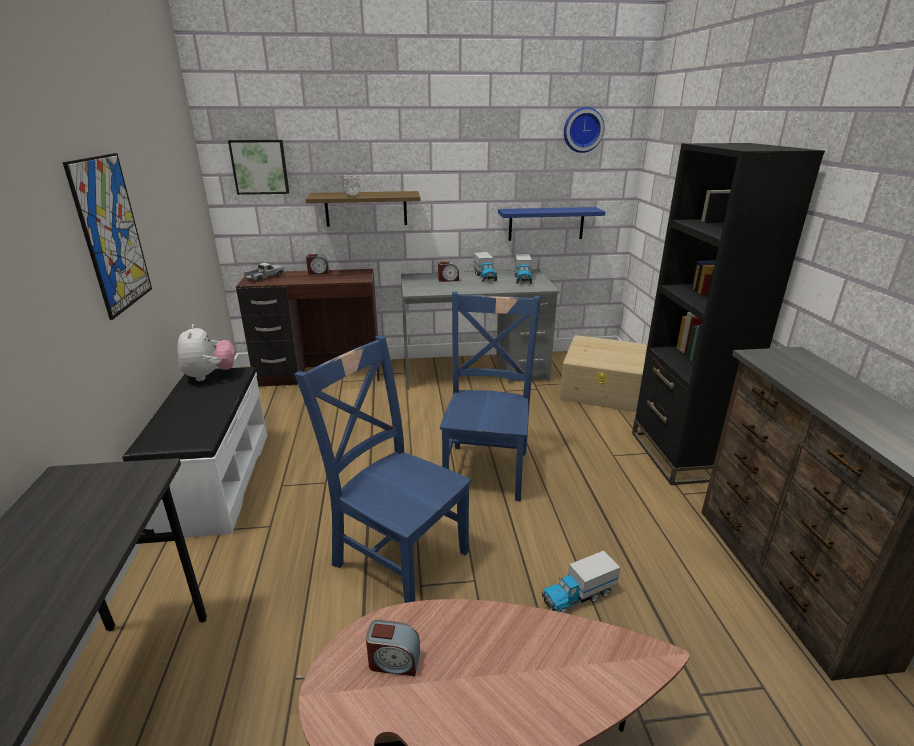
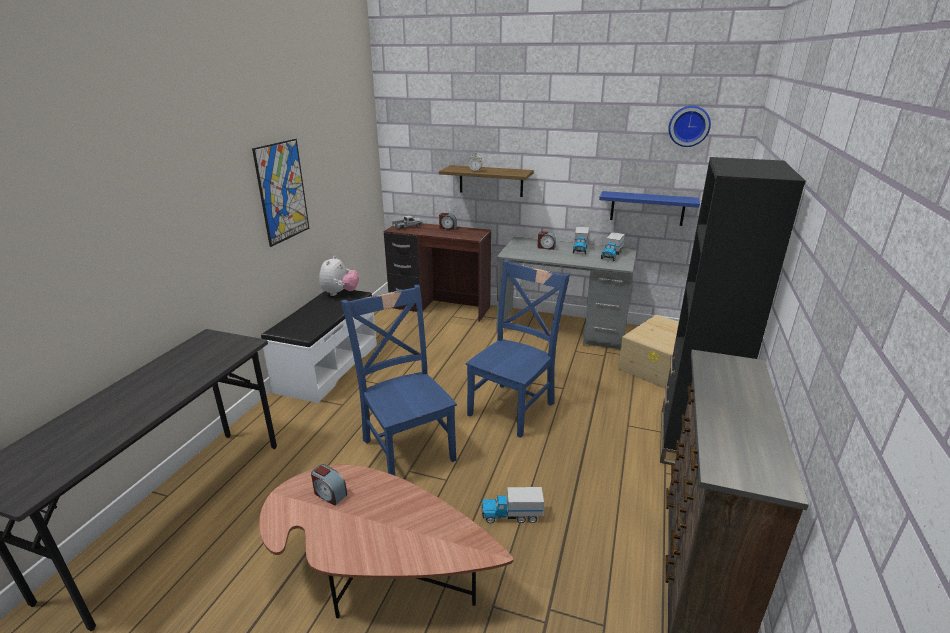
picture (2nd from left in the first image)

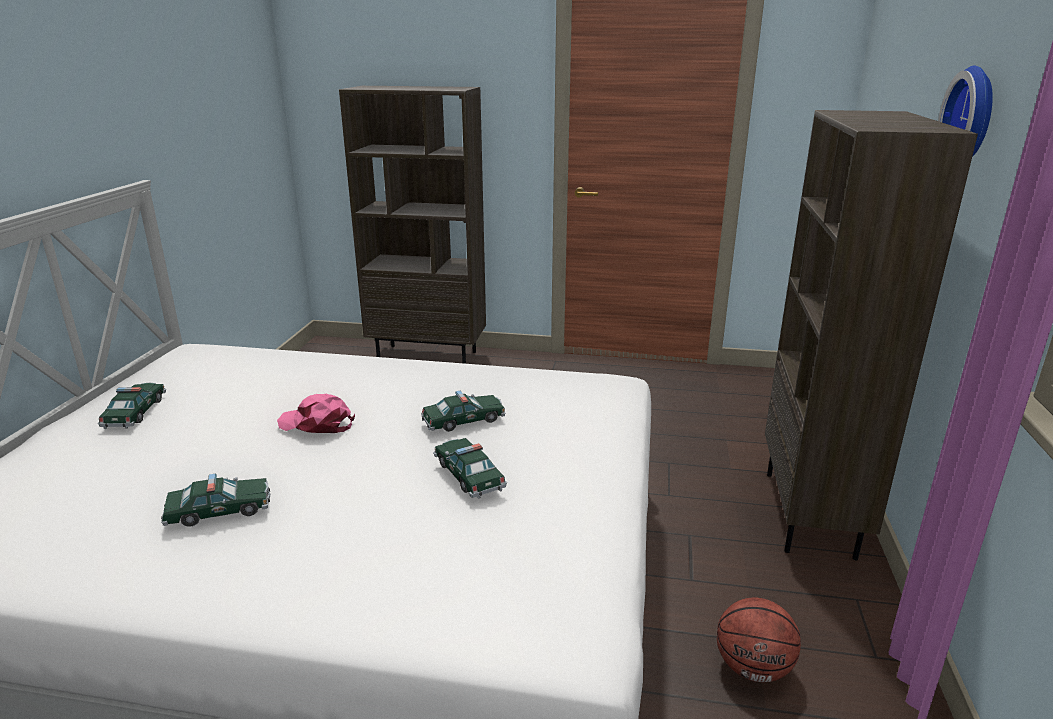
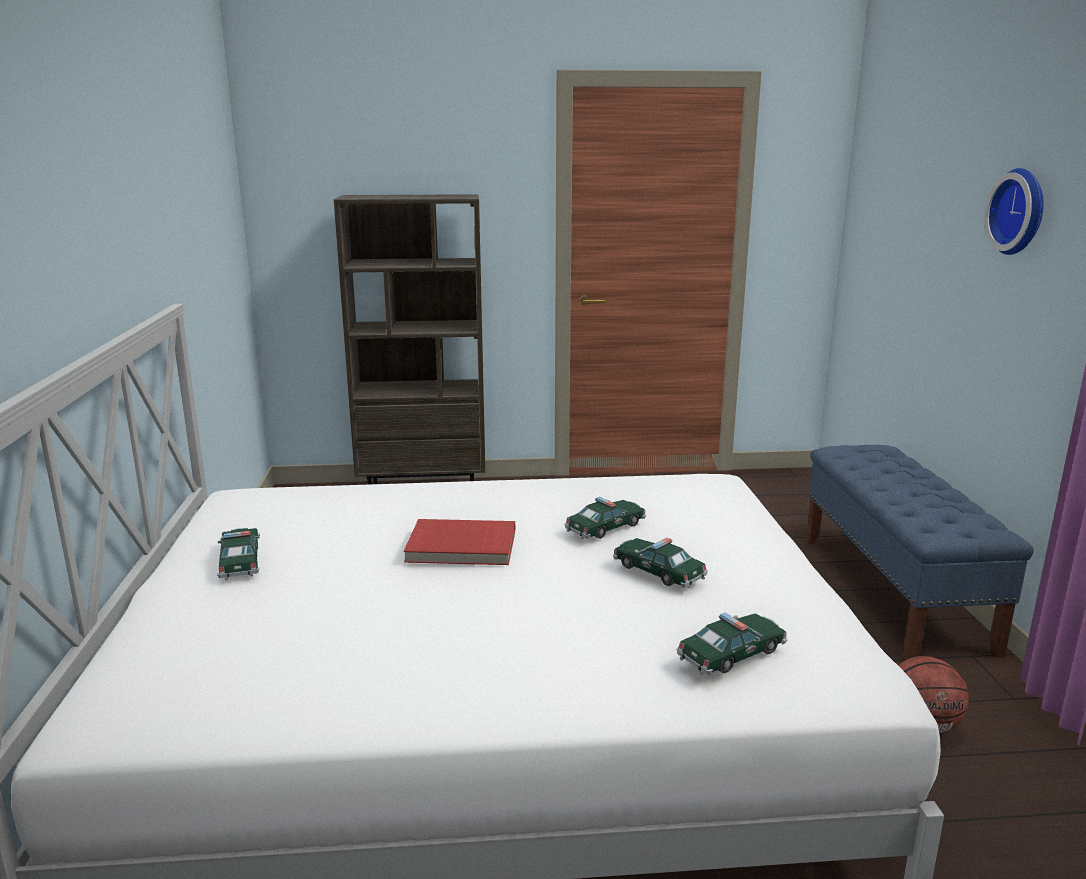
toy car (4th from left); red book; blue bench

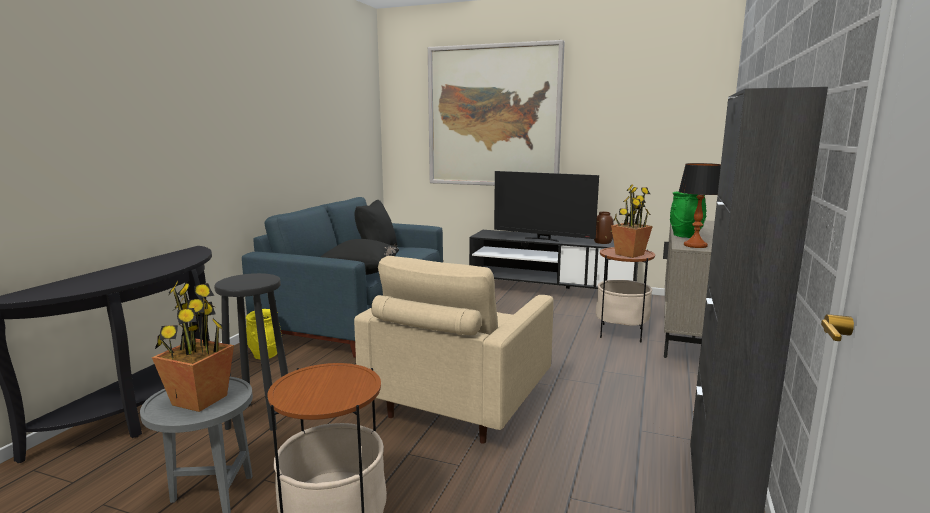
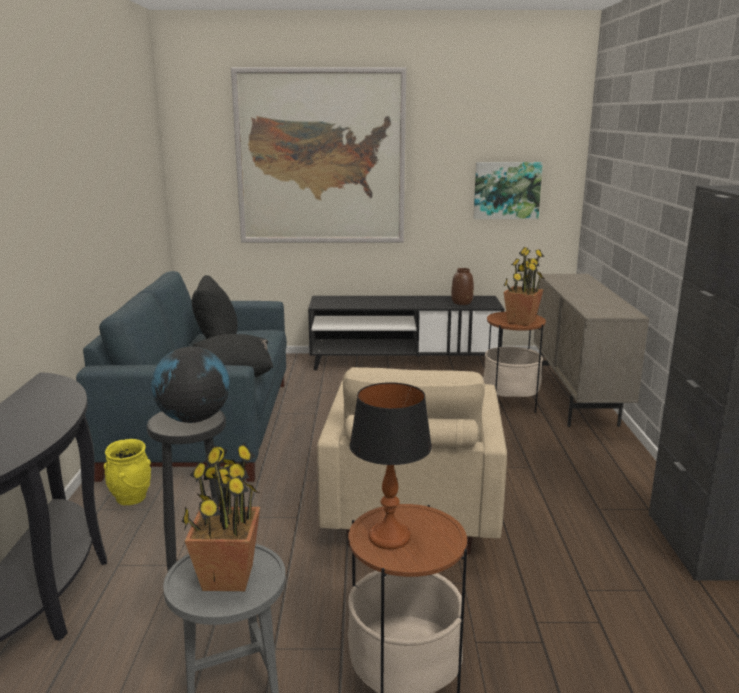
television; green vase; table lamp; globe; picture (2nd from left)

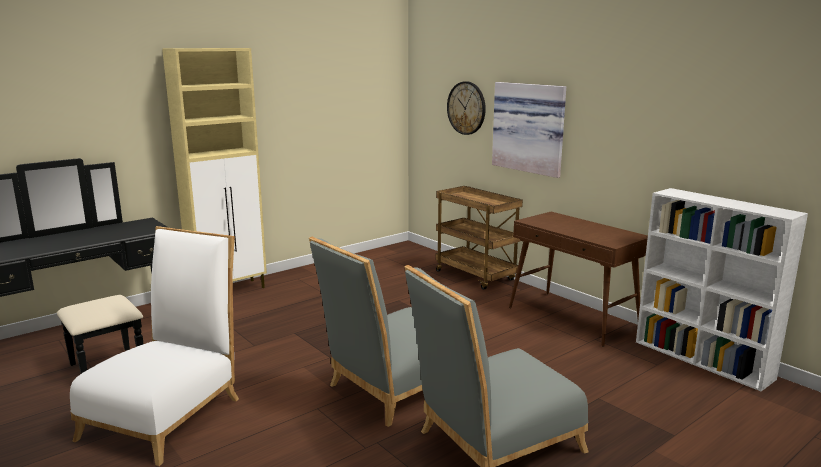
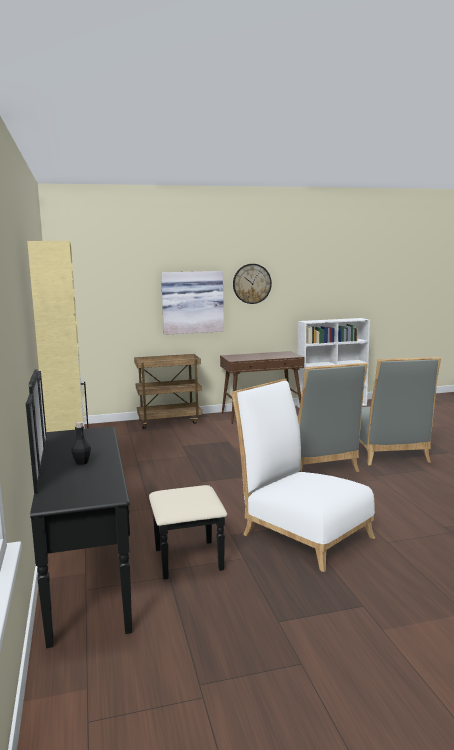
wall clock; black bottle

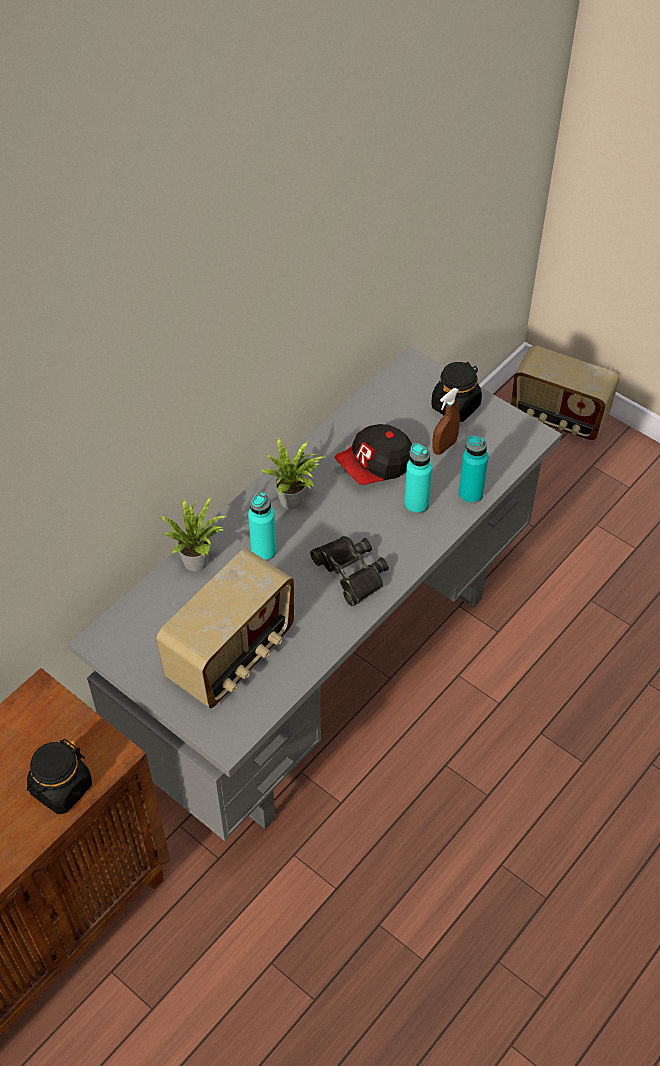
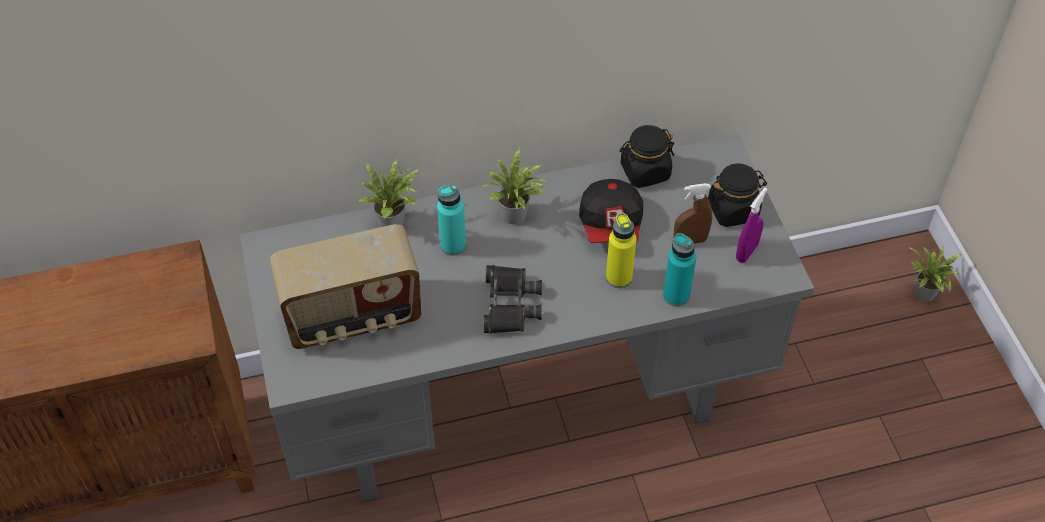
black jar (1st from left); cap; yellow bottle; potted plant (3rd from left); purple spray bottle

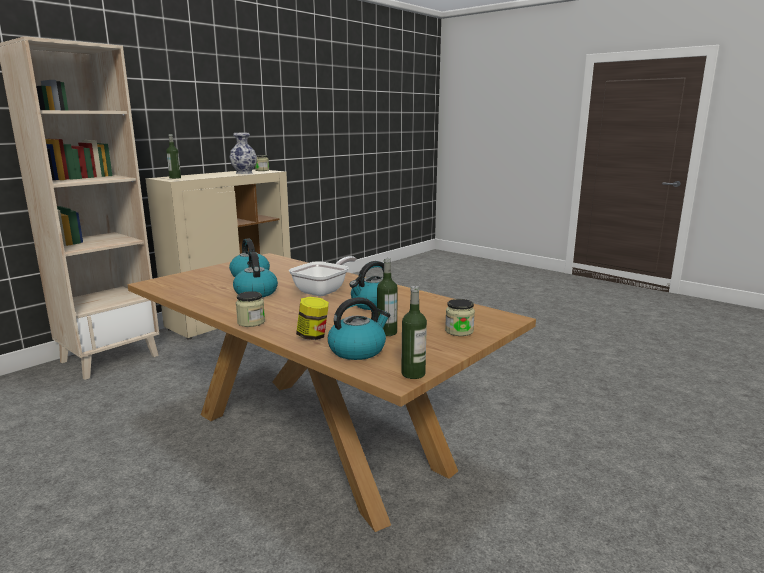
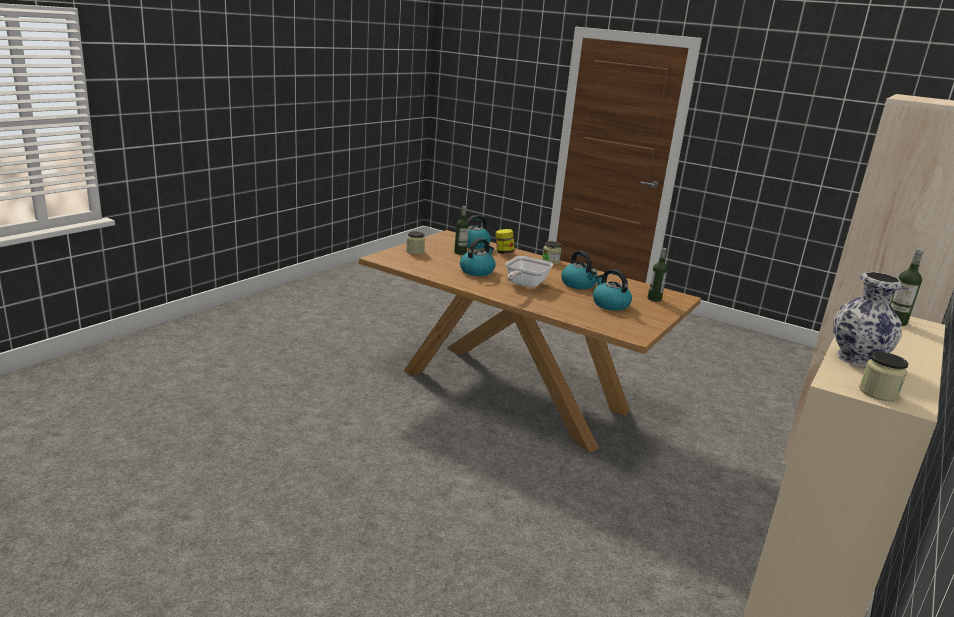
bottle (2nd from left)

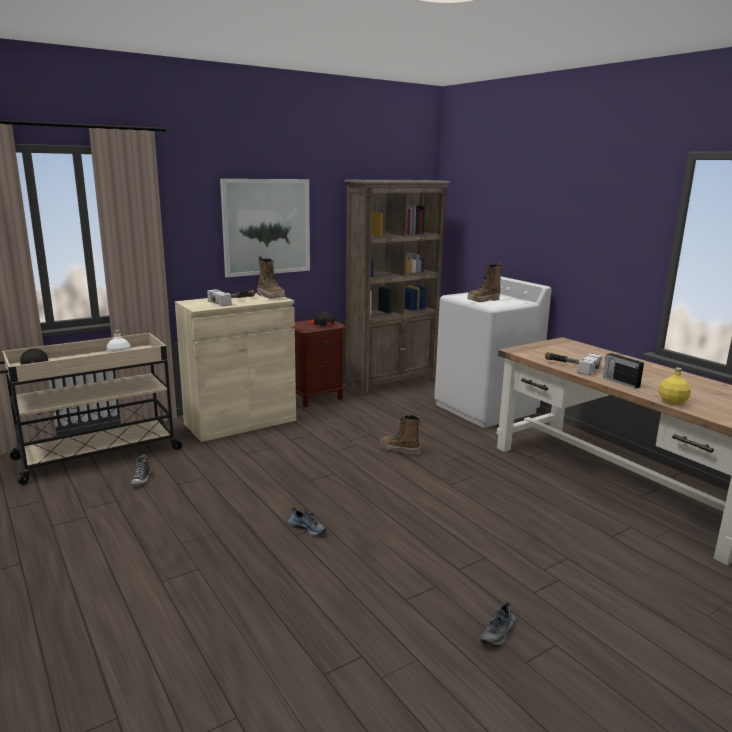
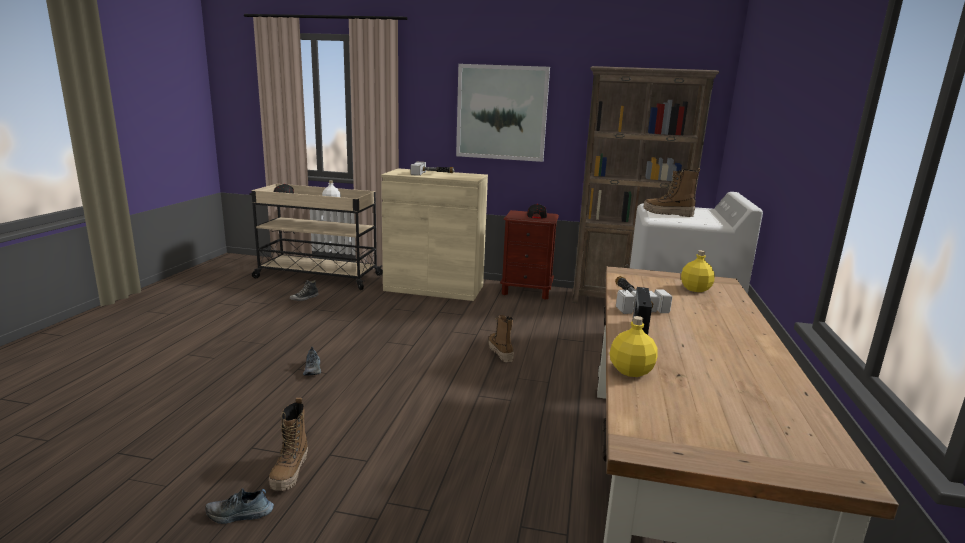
boot (1st from left); yellow bottle (2nd from left)

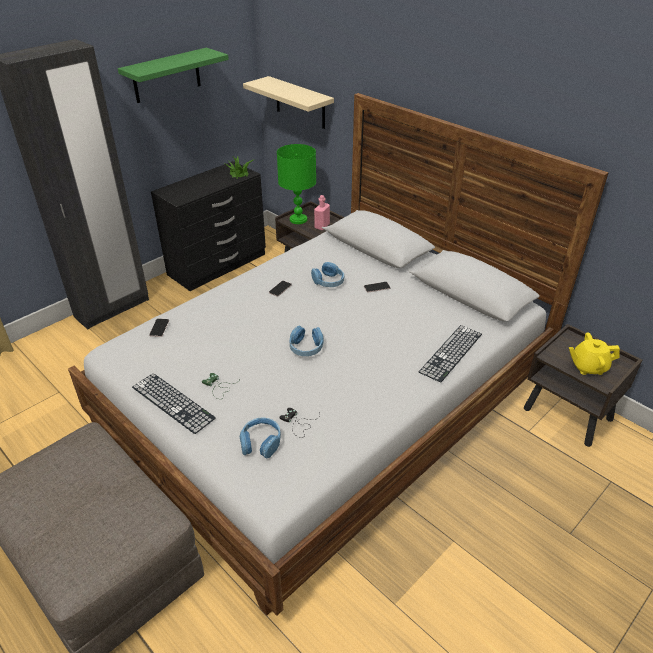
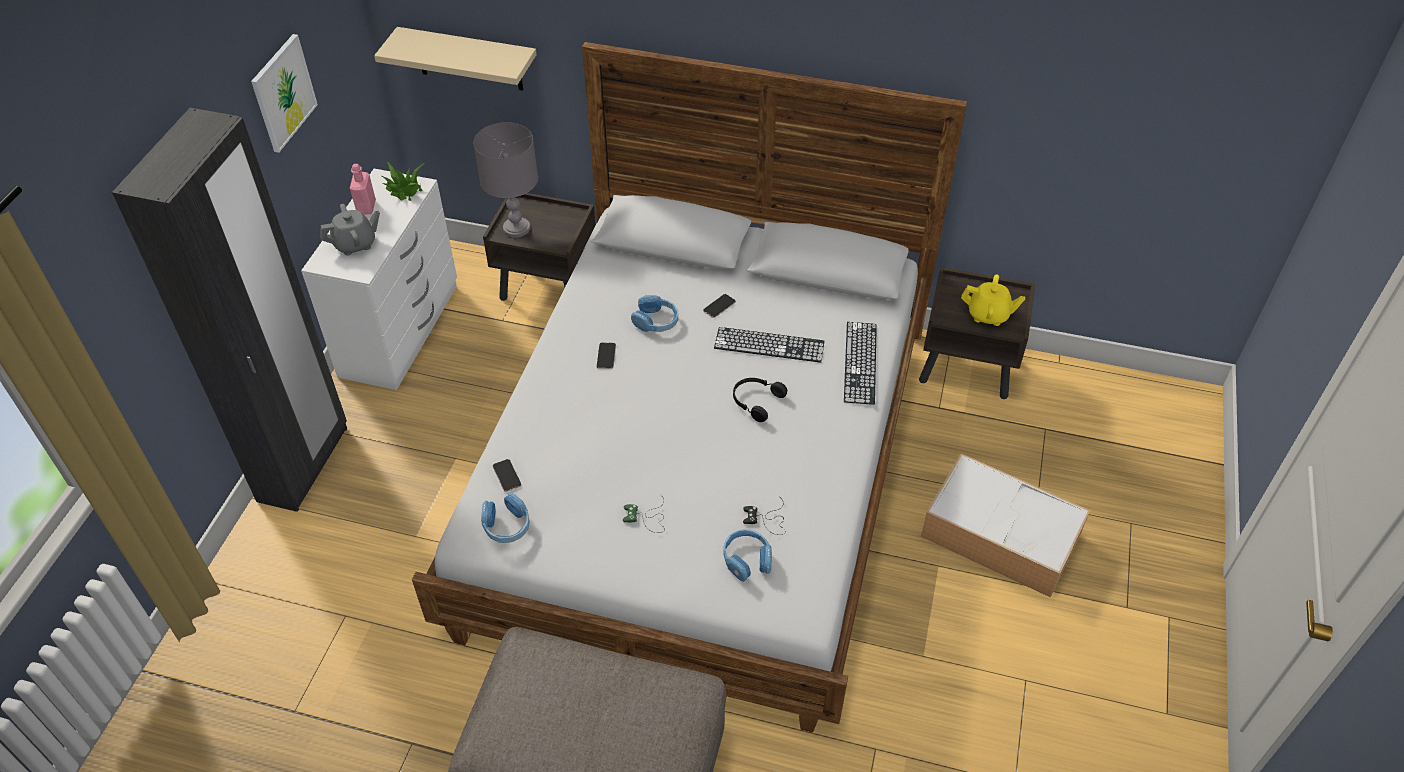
picture; keyboard (1st from left); white dresser; grey table lamp; blue headphones (1st from left); pink bottle; yellow teapot; grey teapot; black headphones; storage box

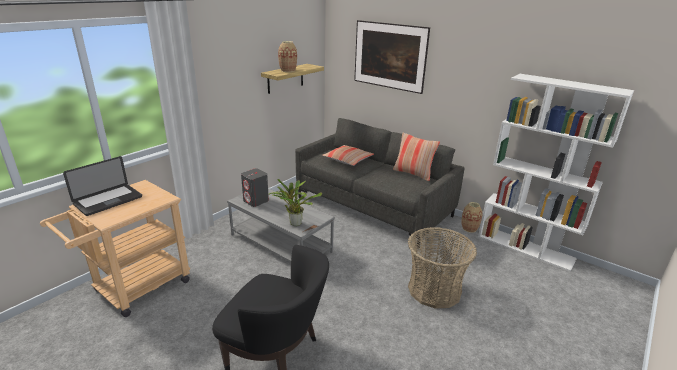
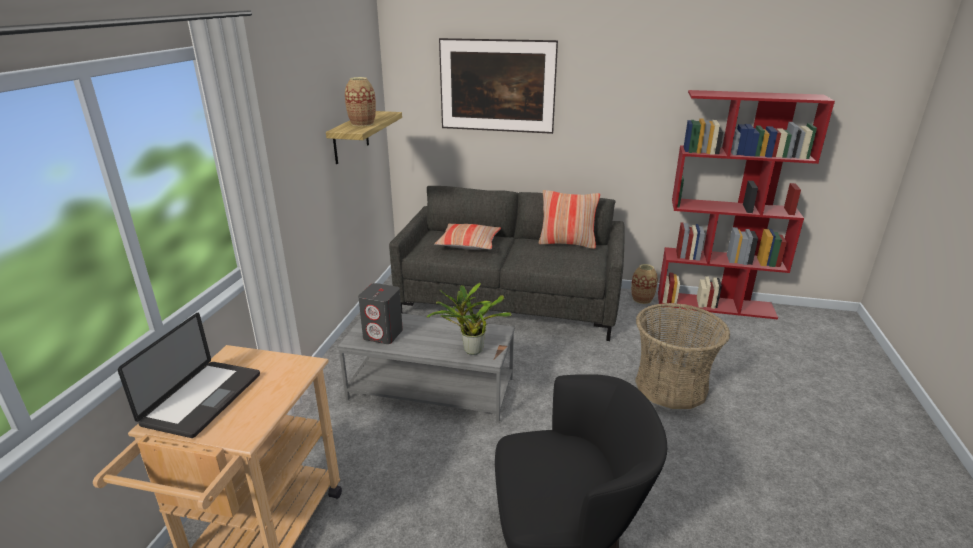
red bookcase

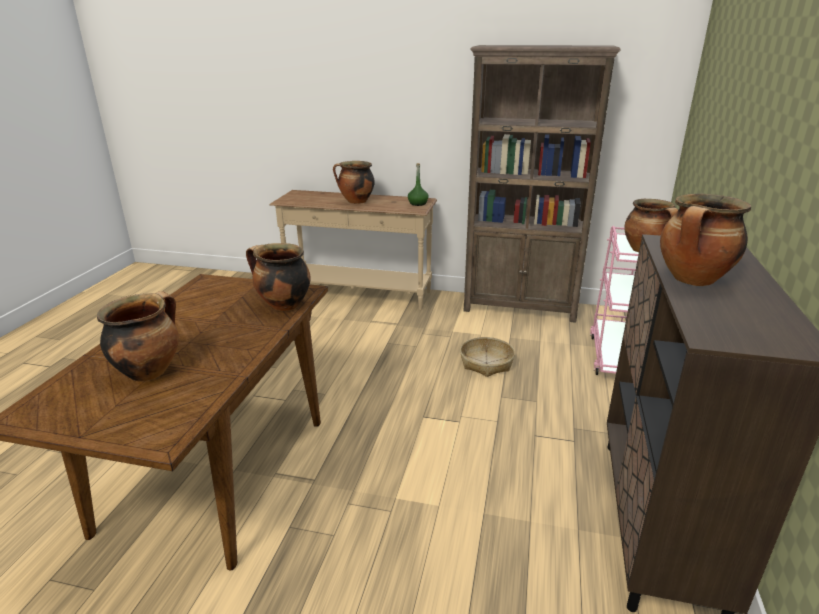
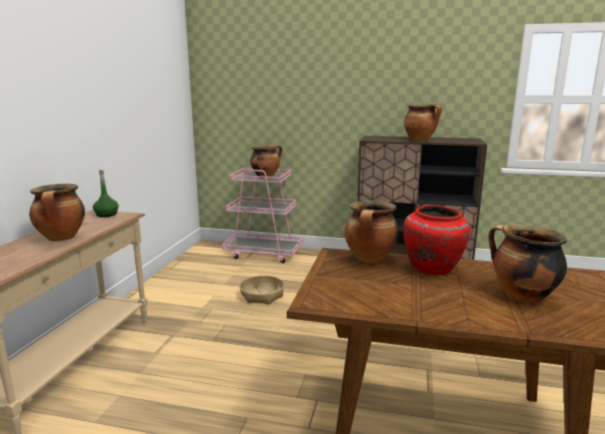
brown bookcase; red vase

